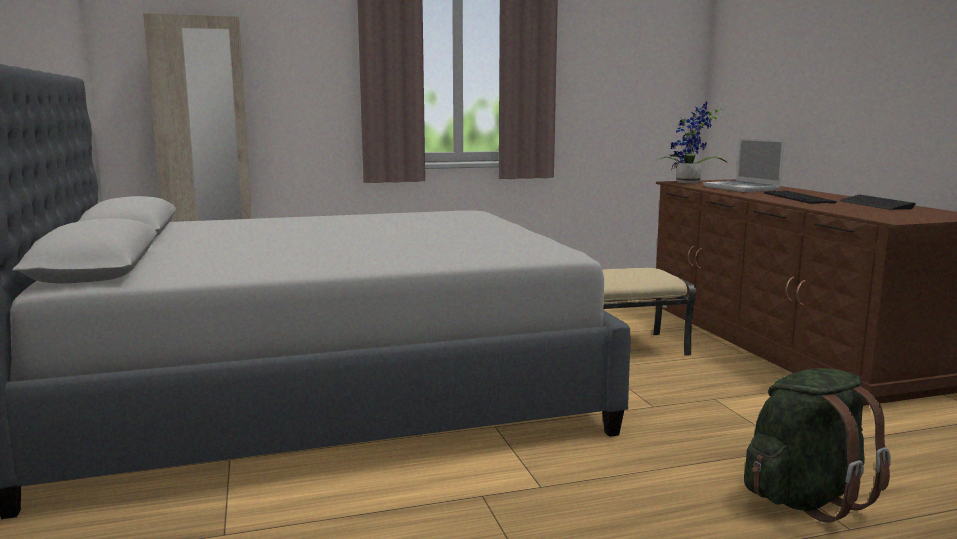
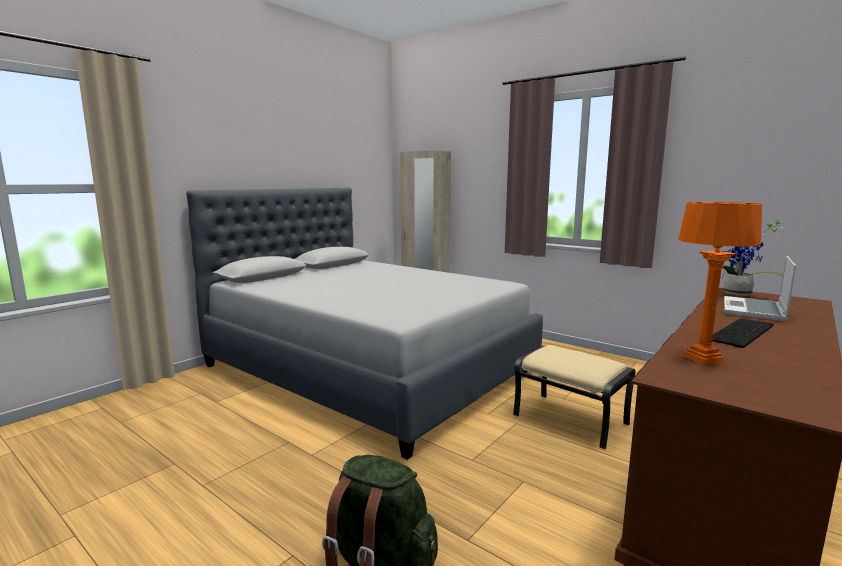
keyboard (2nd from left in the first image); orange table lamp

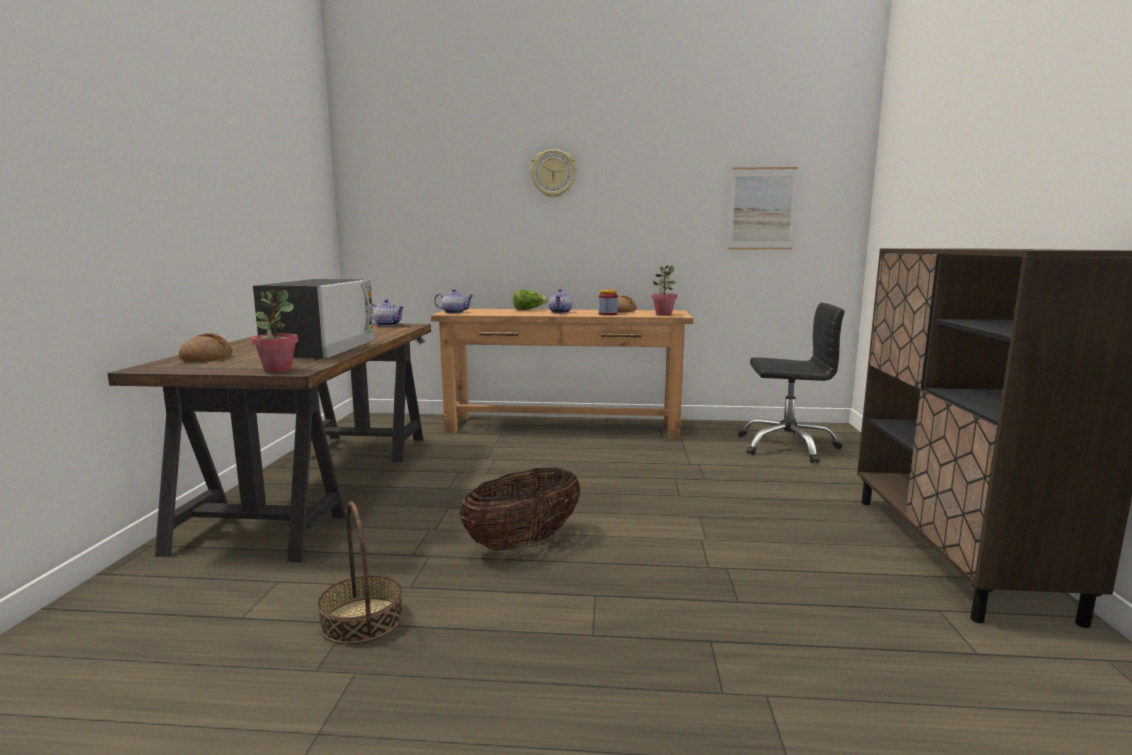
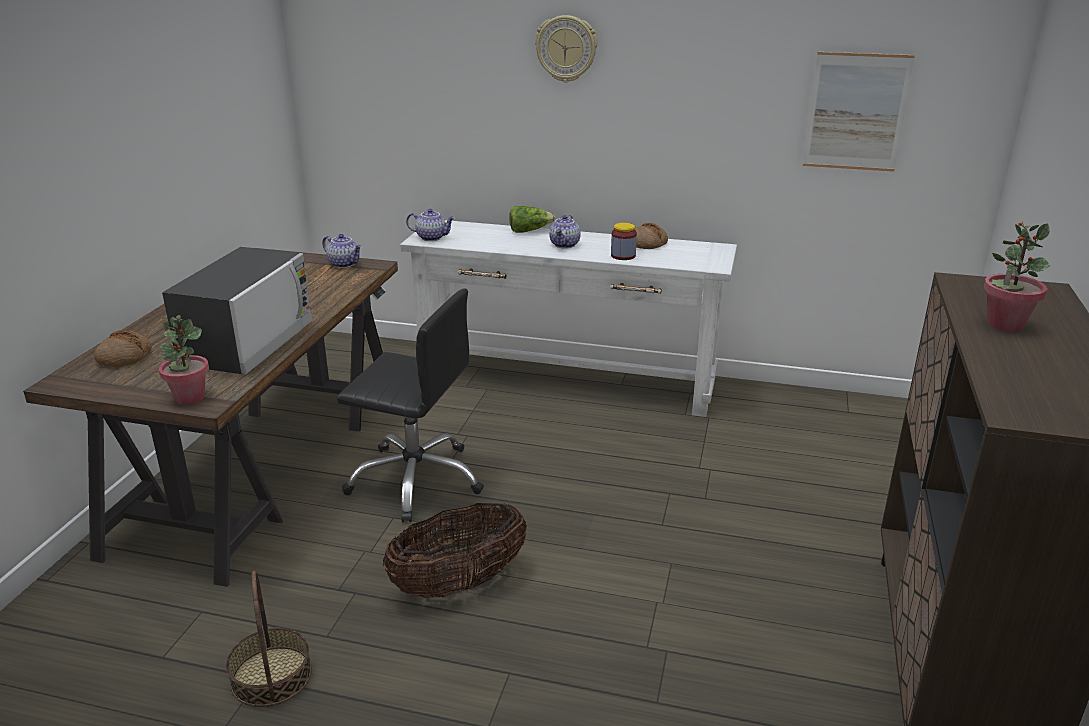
white console table; potted plant (2nd from left); black office chair

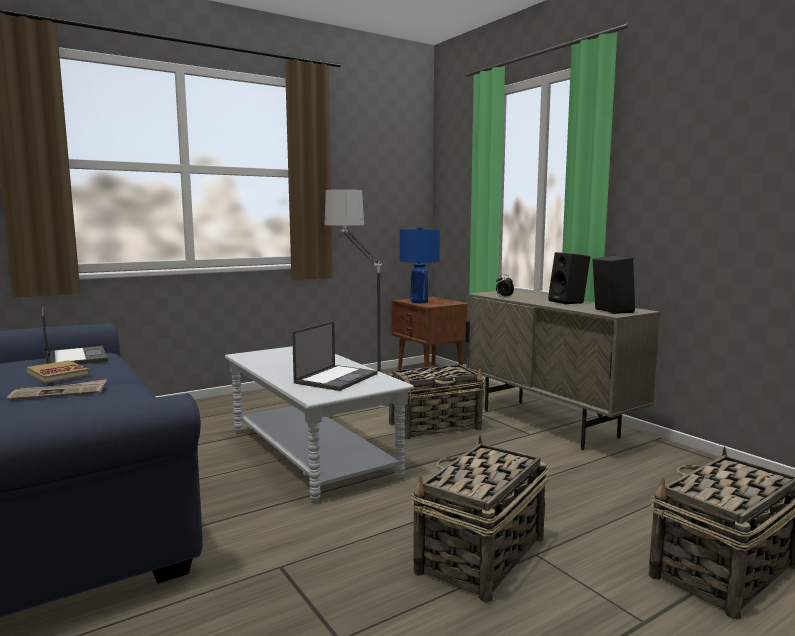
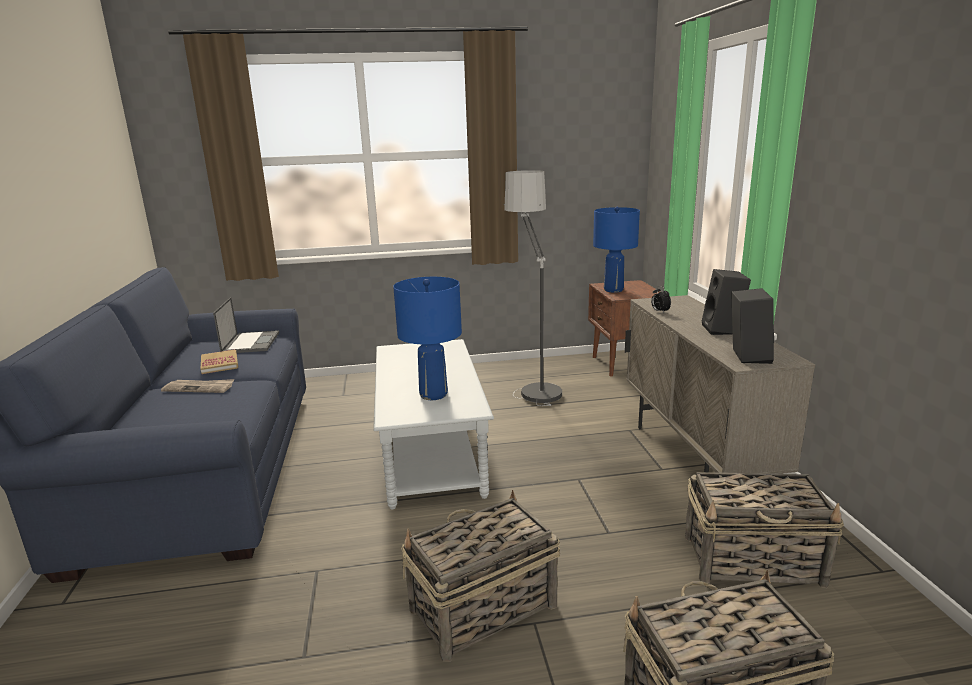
blue table lamp (1st from left); basket (3rd from left)

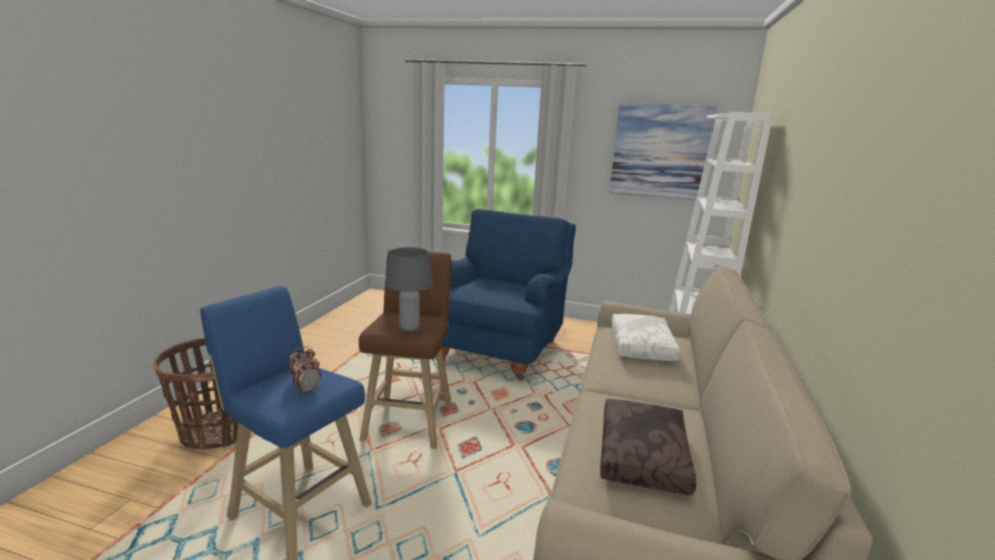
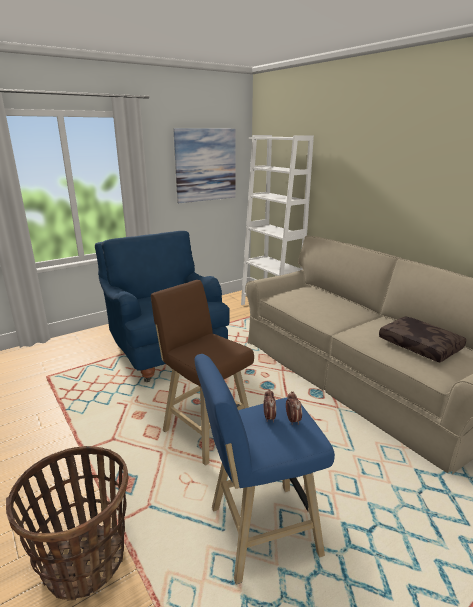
grey table lamp; white pillow

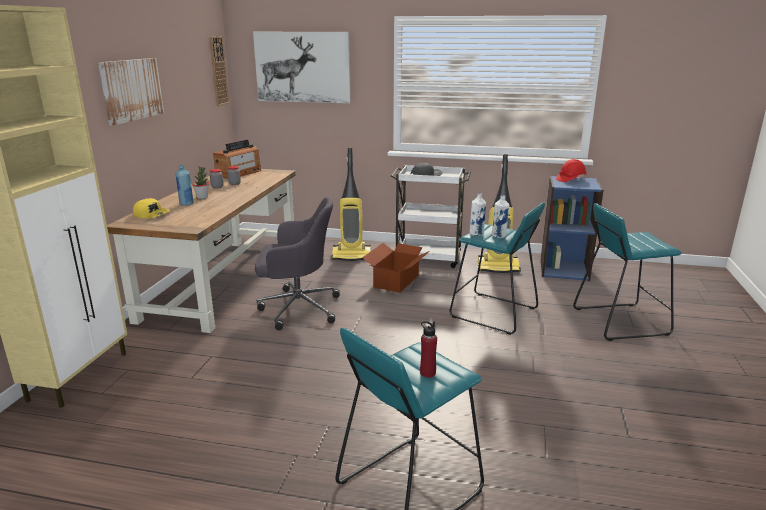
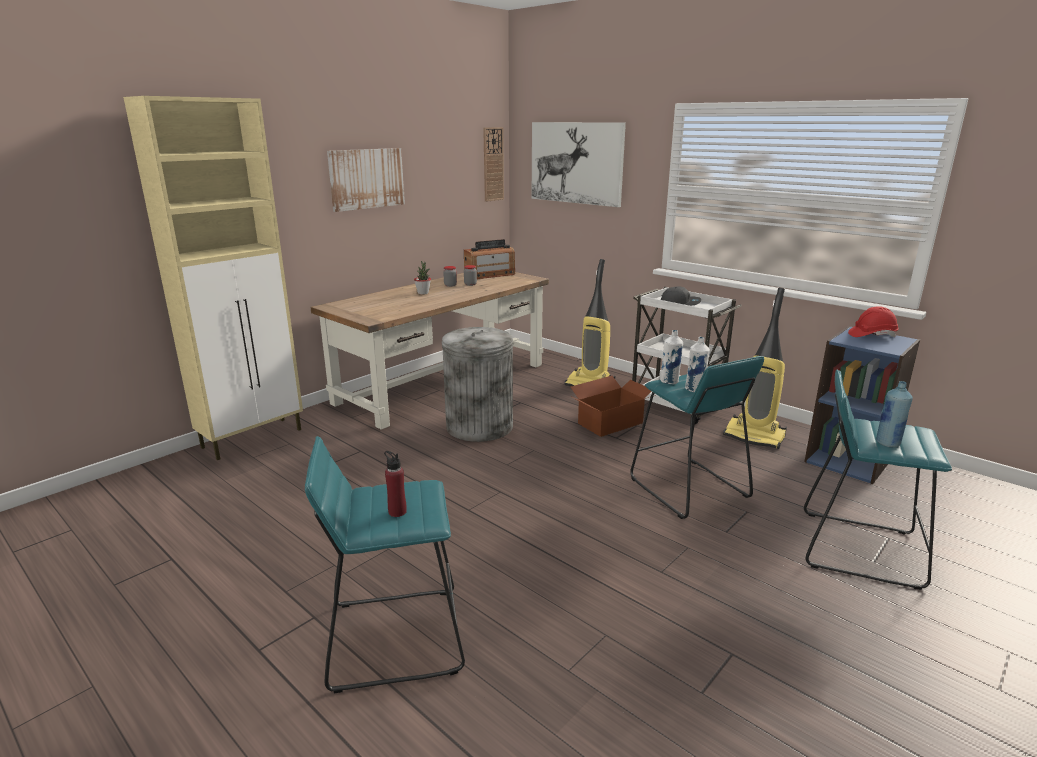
yellow cap; blue bottle; grey trash can

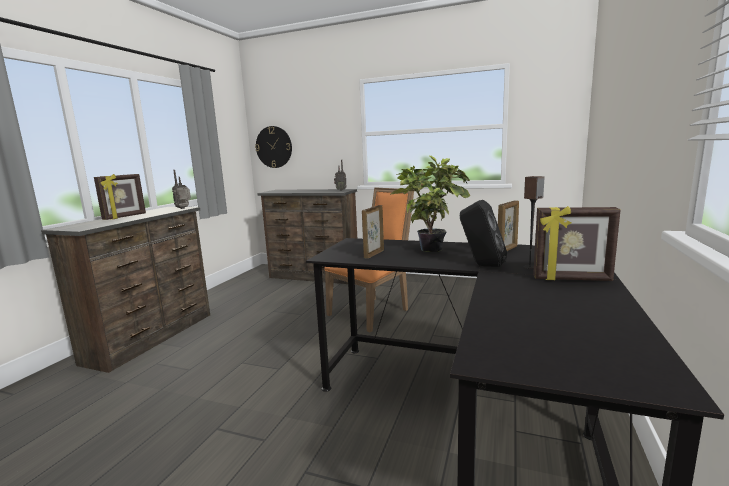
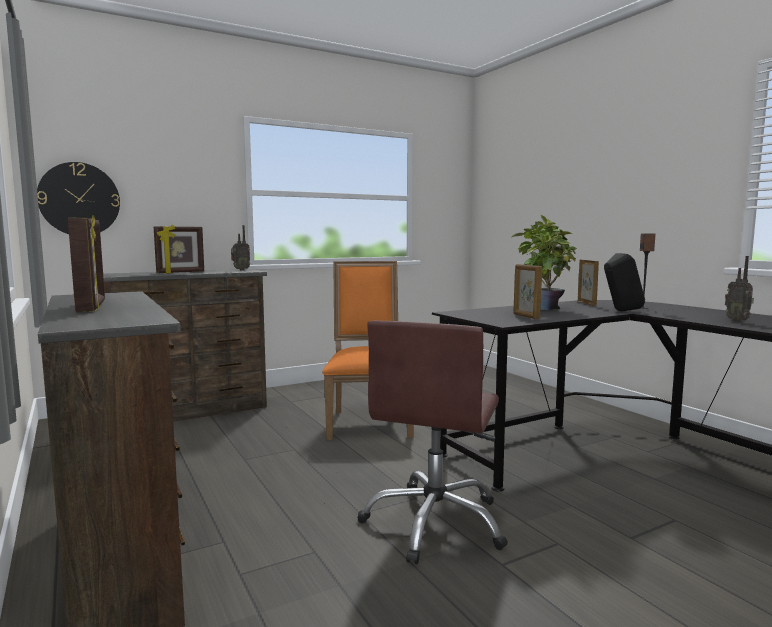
radio (2nd from left); picture frame (2nd from left); brown office chair

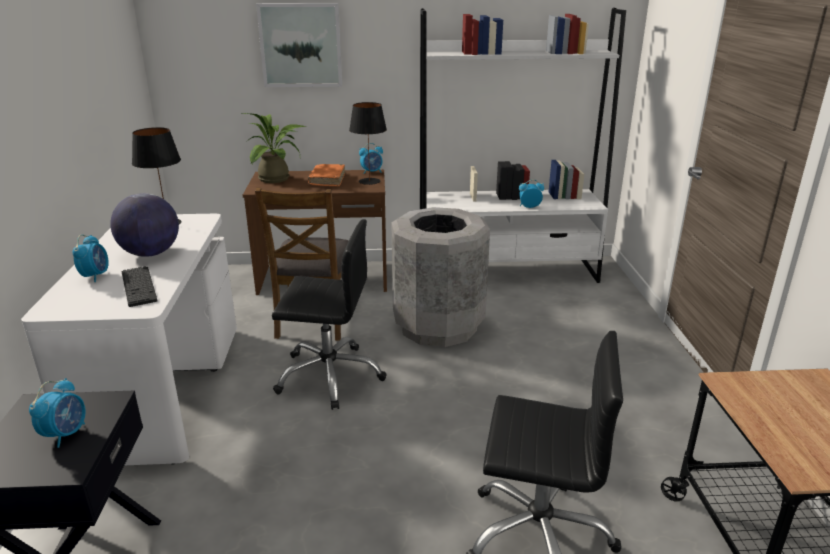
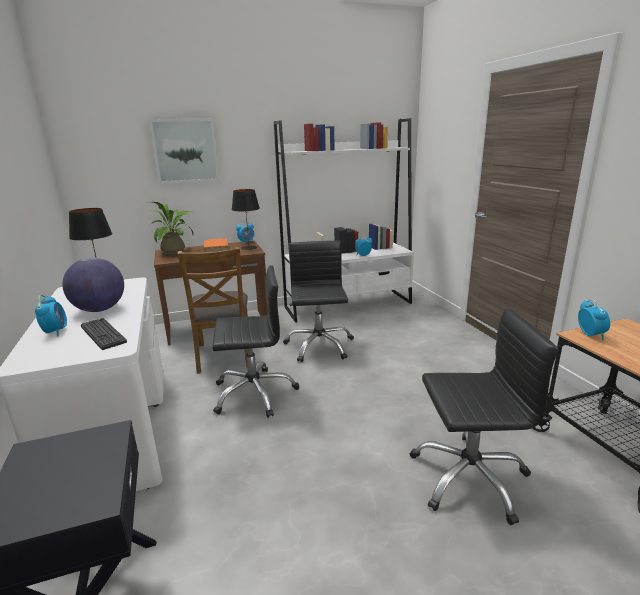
alarm clock (4th from left); black office chair (2nd from left)

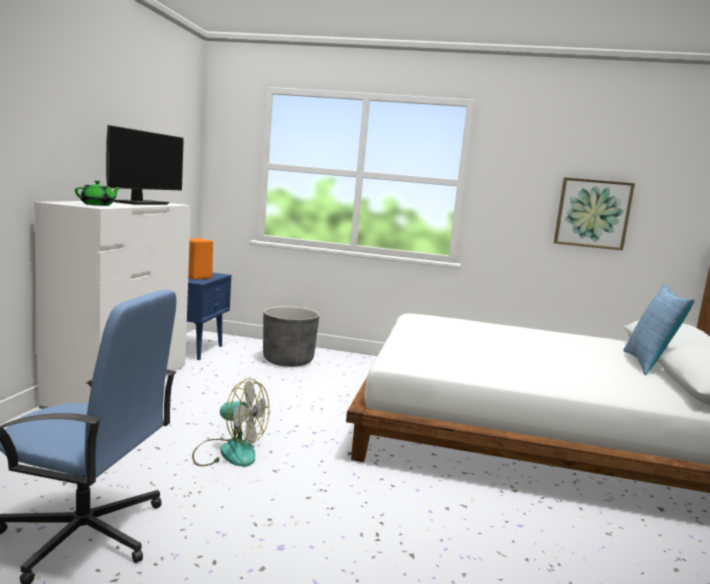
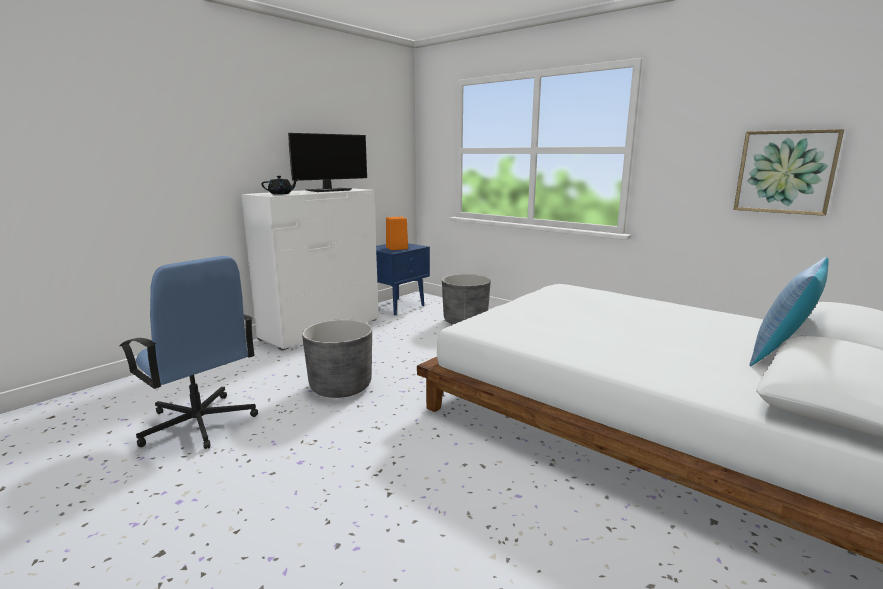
black teapot; grey planter (1st from left)

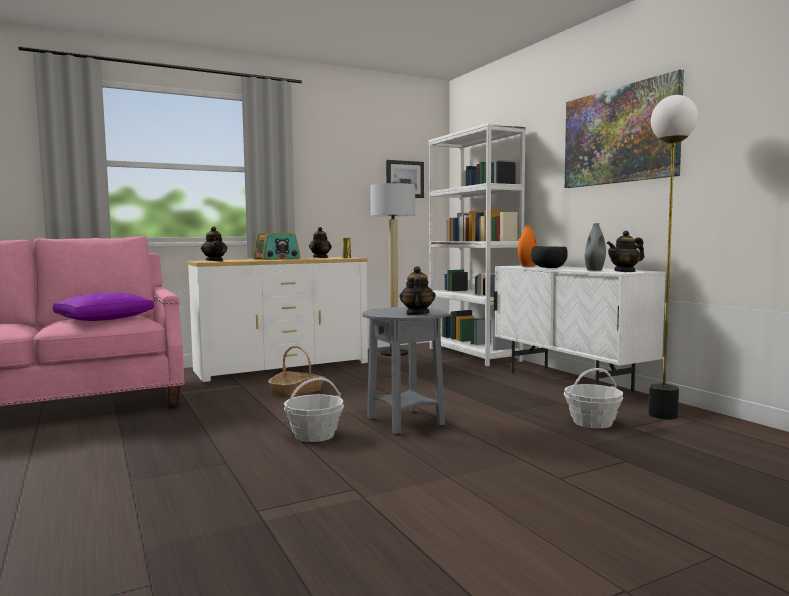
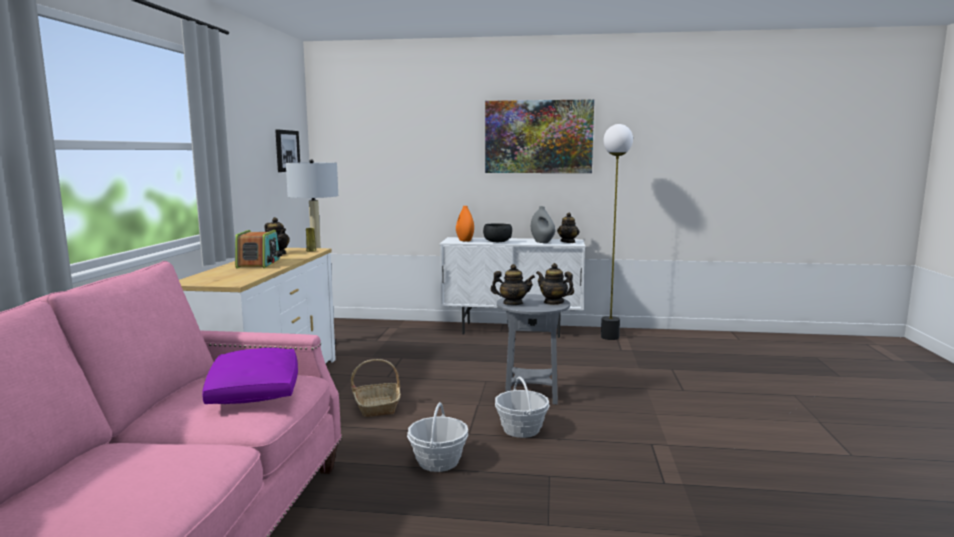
teapot (2nd from left); white bookcase; basket (2nd from left)

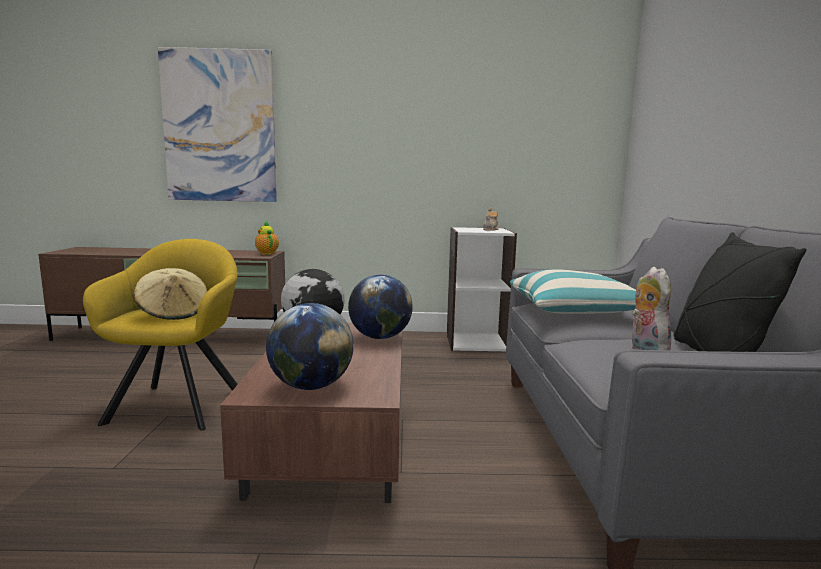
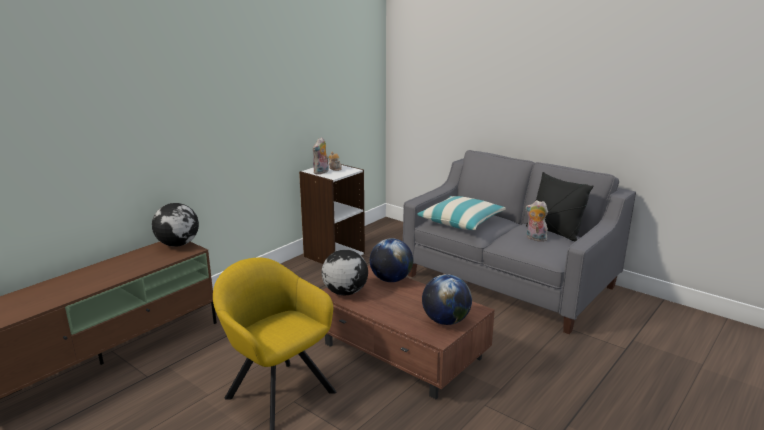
beige hat; picture; globe (1st from left); plush toy (1st from left)

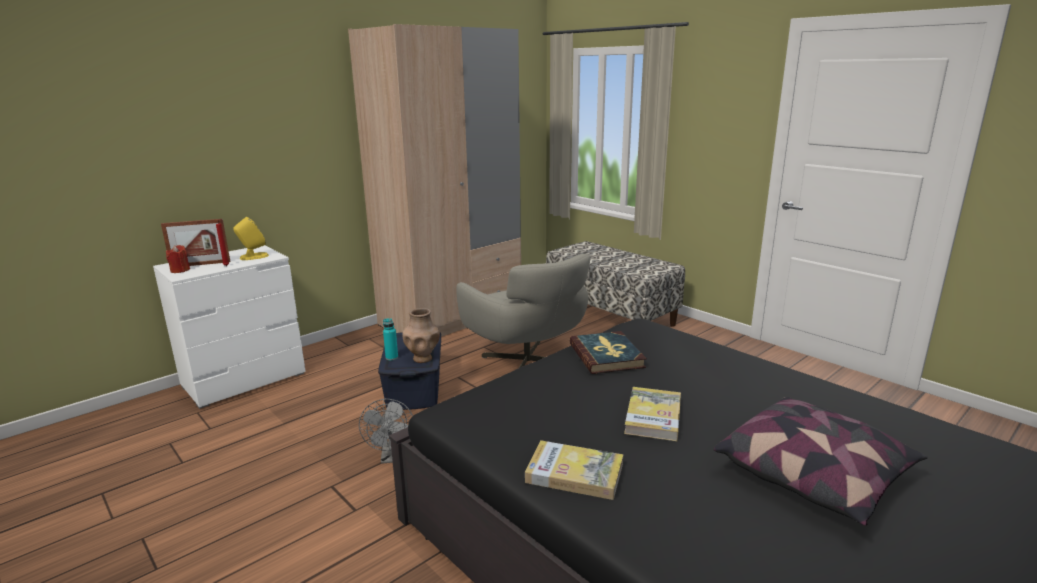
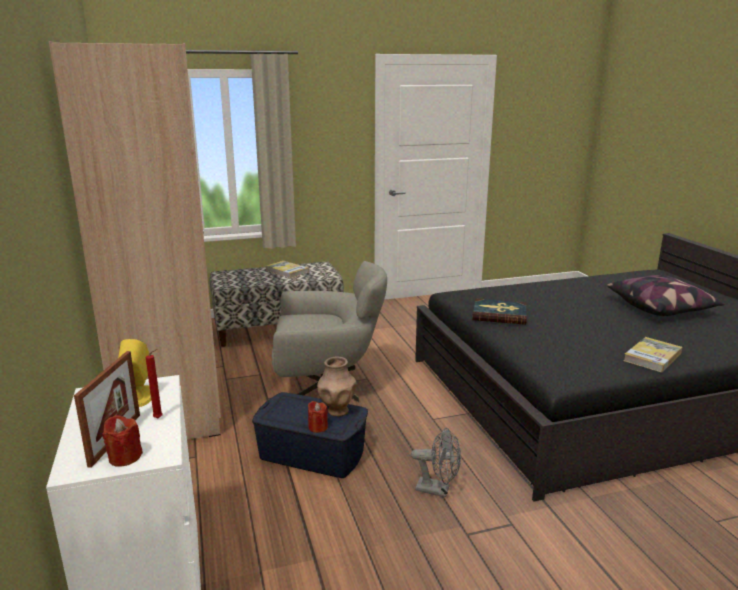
red candle (3rd from left); book (1st from left)

